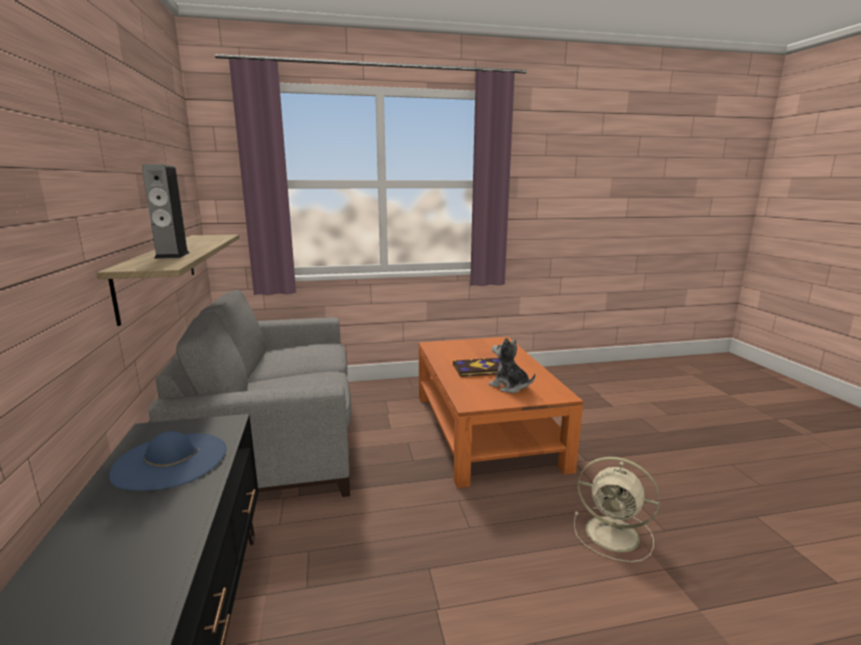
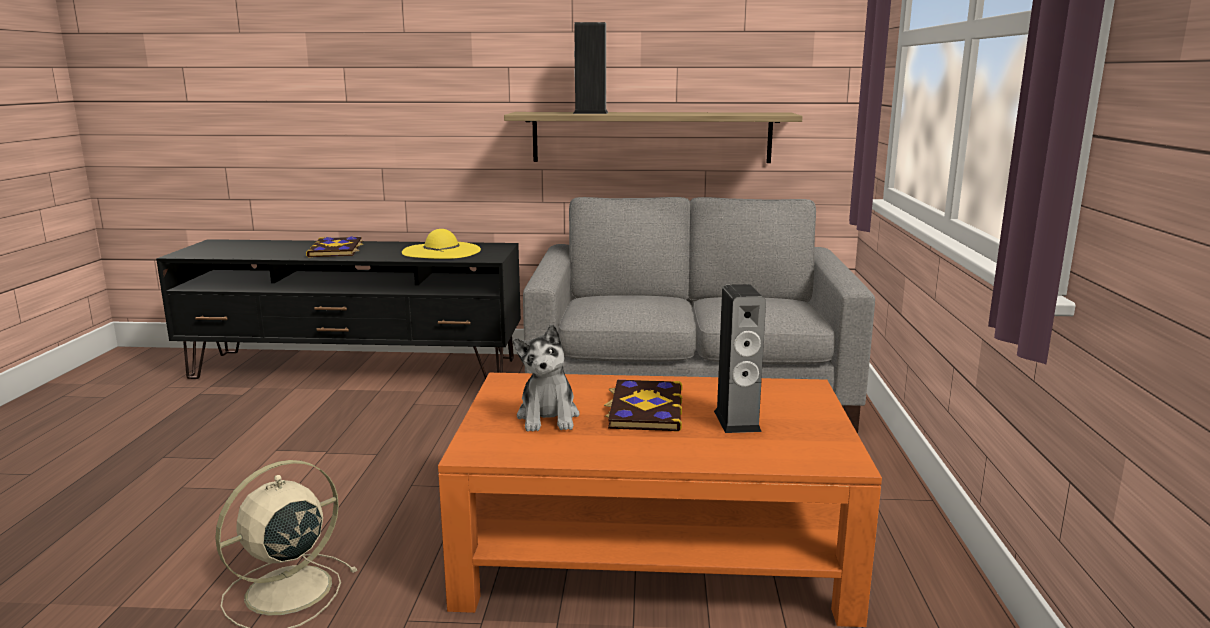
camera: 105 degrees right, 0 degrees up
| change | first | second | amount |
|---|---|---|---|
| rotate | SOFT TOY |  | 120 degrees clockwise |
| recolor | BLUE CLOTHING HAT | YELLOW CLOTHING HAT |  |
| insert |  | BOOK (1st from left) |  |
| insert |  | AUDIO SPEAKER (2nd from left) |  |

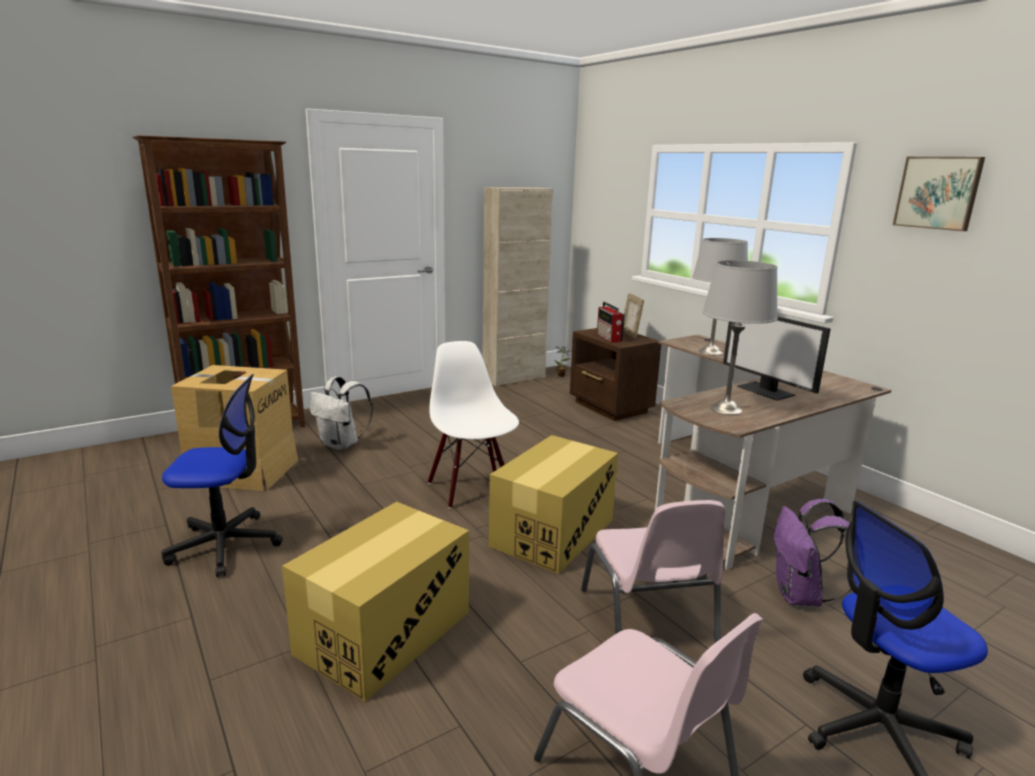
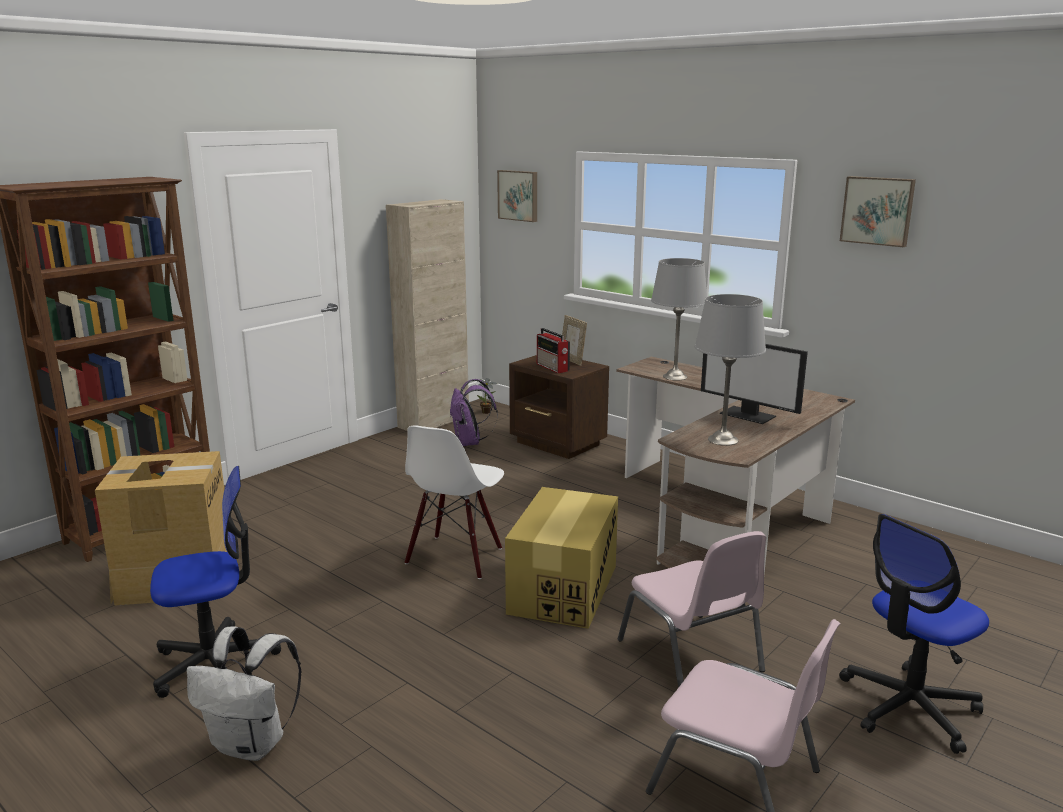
camera: 15 degrees left, 0 degrees up
| change | first | second | amount |
|---|---|---|---|
| rotate | WHITE UPRIGHT CHAIR |  | 120 degrees counterclockwise |
| move | WHITE BACKPACK |  |  |
| move | PURPLE BACKPACK |  |  |
| delete | CARDBOARD BOX (2nd from left) |  |  |
| insert |  | WALL ART (1st from left) |  |

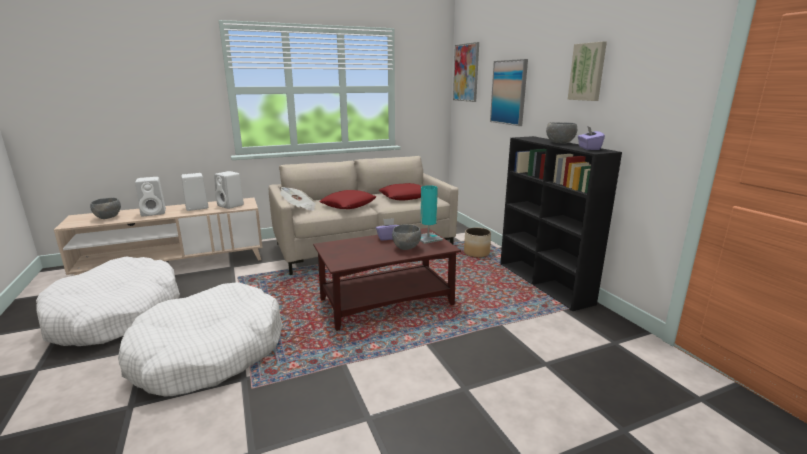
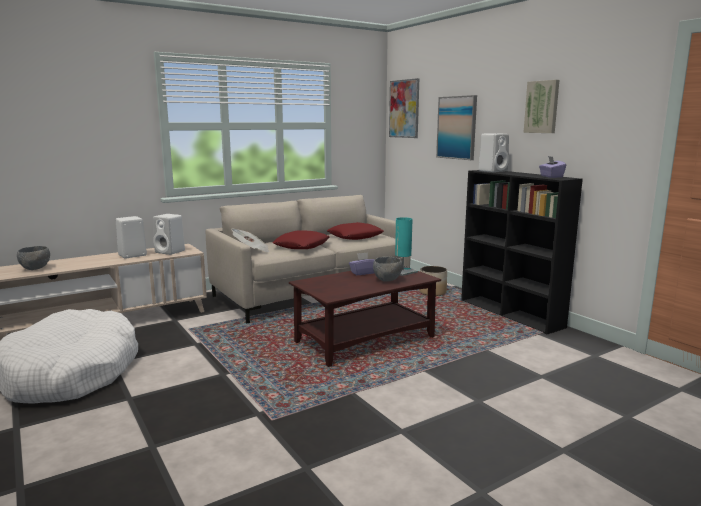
camera: 10 degrees left, 5 degrees down
| change | first | second | amount |
|---|---|---|---|
| delete | GRAY DEEP DISH (3rd from left) |  |  |
| move | WHITE AUDIO SPEAKER (1st from left in the first image) | WHITE AUDIO SPEAKER (3rd from left) |  |
| delete | WHITE PET BED (2nd from left) |  |  |

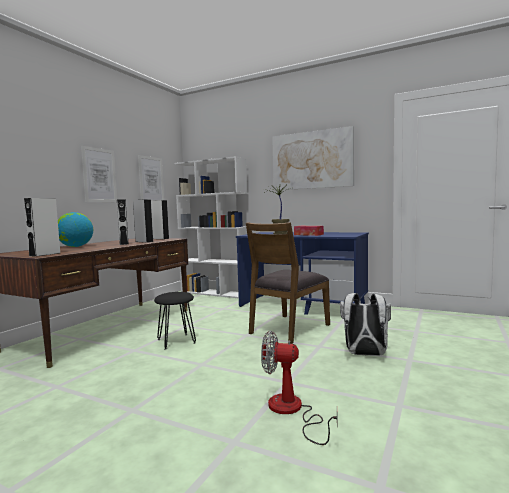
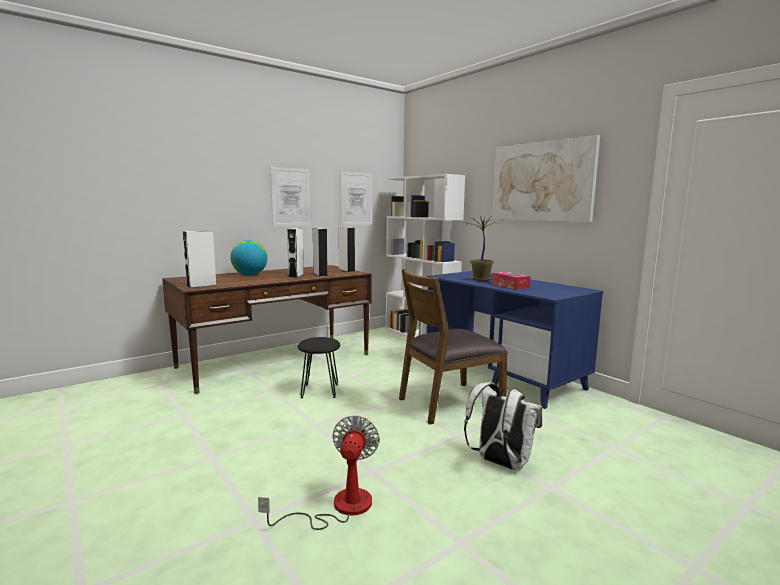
camera: 25 degrees right, 5 degrees up
| change | first | second | amount |
|---|---|---|---|
| rotate | FAN |  | 60 degrees clockwise |

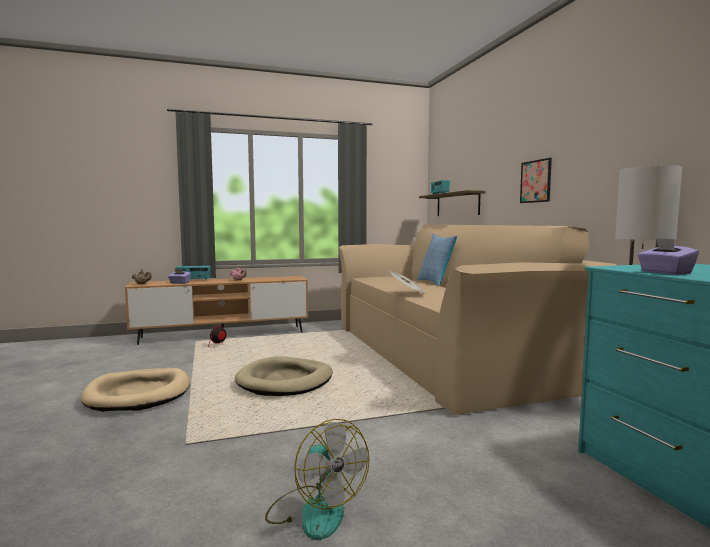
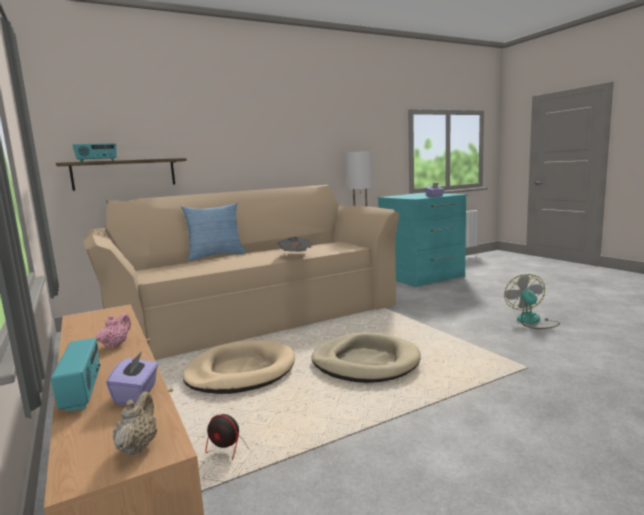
camera: 100 degrees left, 5 degrees up
| change | first | second | amount |
|---|---|---|---|
| delete | WALL ART |  |  |
| move | BEIGE-COLOURED PET BED (1st from left) |  |  |
| rotate | FAN (2nd from left) |  | 45 degrees counterclockwise |

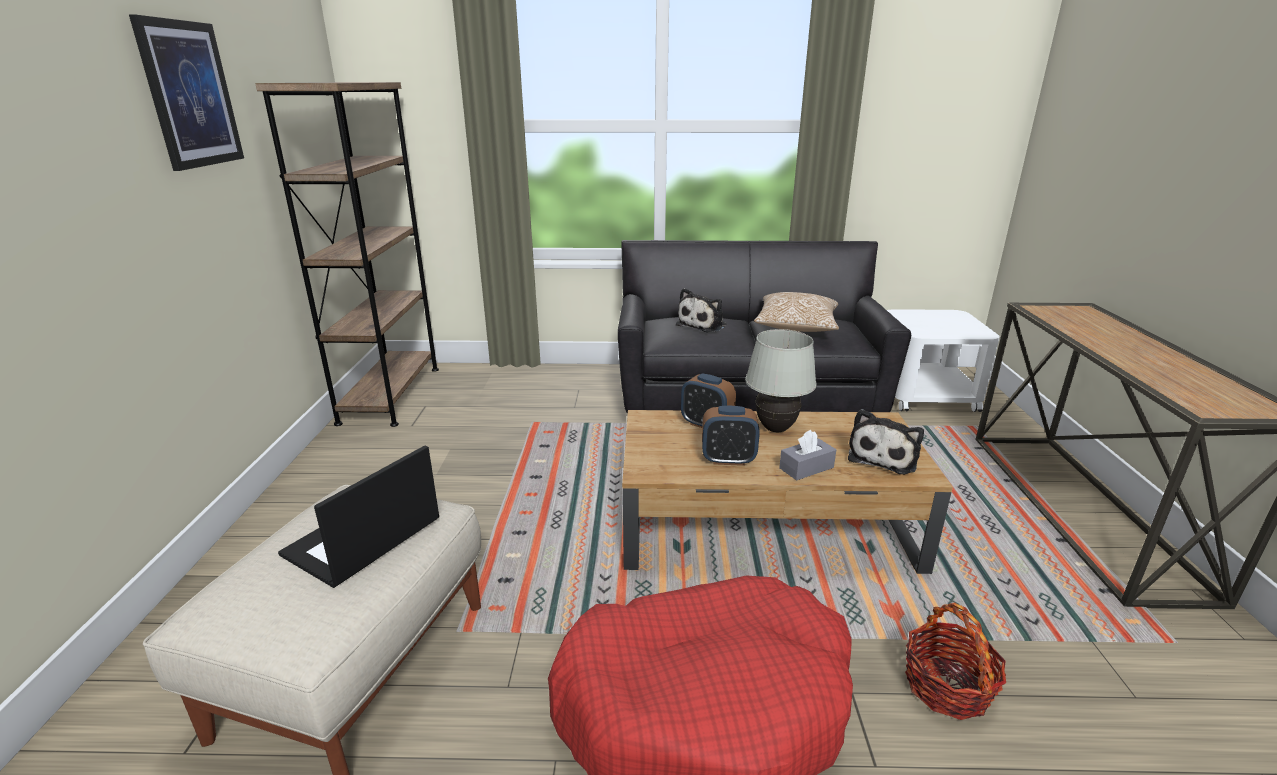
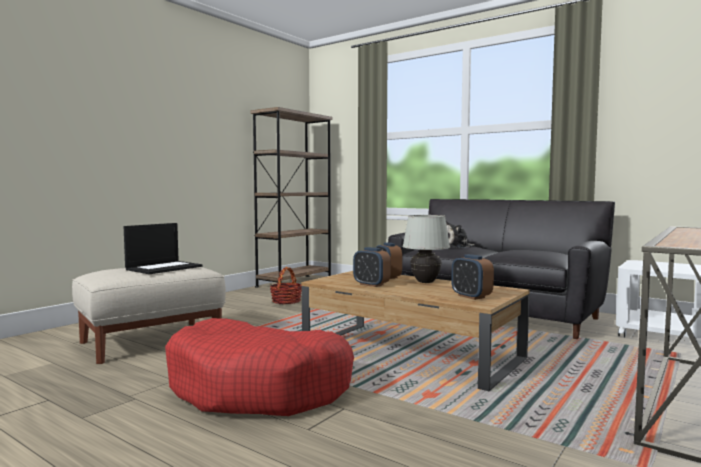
camera: 35 degrees right, 20 degrees down
| change | first | second | amount |
|---|---|---|---|
| delete | WALL ART |  |  |
| delete | THROW PILLOW |  |  |
| replace | SOFT TOY (2nd from left) | BEDSIDE CLOCK (3rd from left) |  |
| delete | GRAY TISSUE HOLDER |  |  |
| rotate | NOTEBOOK COMPUTER |  | 150 degrees clockwise |
| move | STORAGE BASKET |  |  |

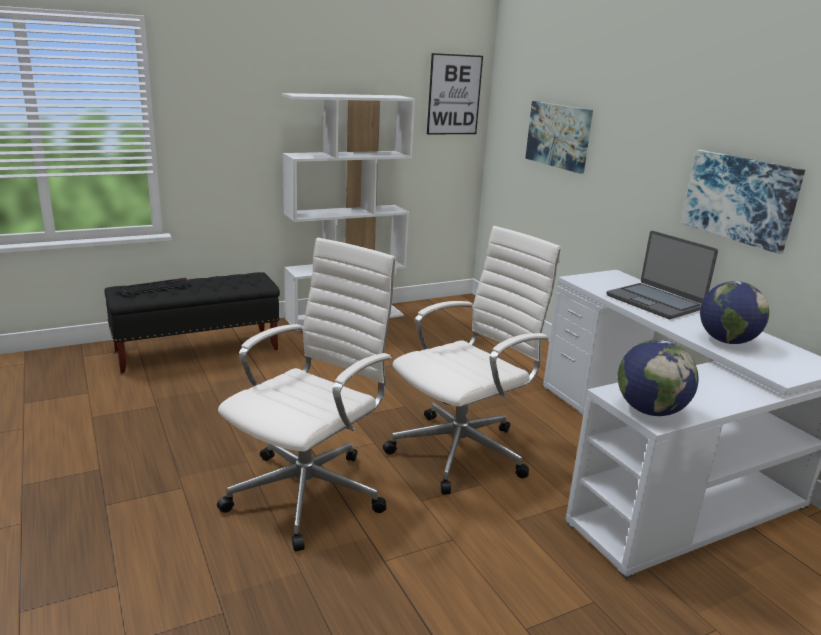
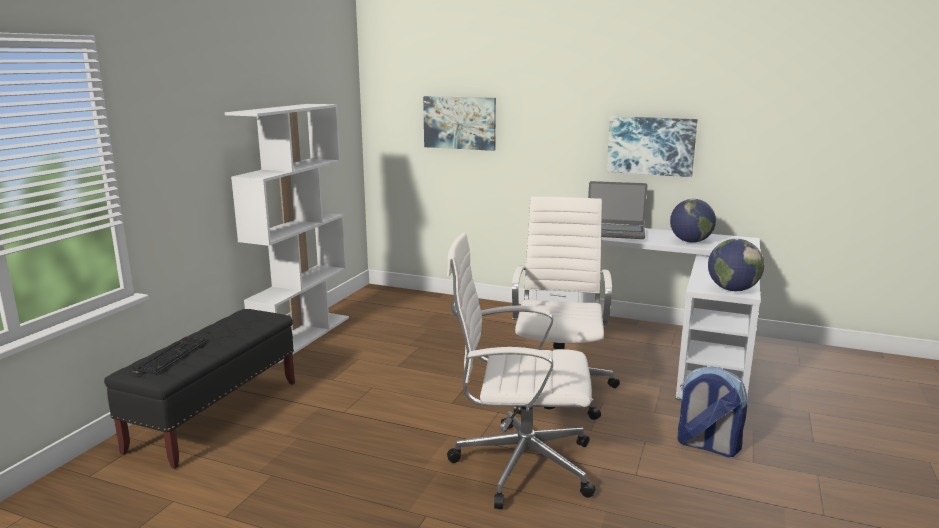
camera: 40 degrees left, 5 degrees down
| change | first | second | amount |
|---|---|---|---|
| delete | WALL ART (1st from left) |  |  |
| rotate | WHITE COMPUTER CHAIR (1st from left) |  | 75 degrees counterclockwise |
| insert |  | BACKPACK |  |

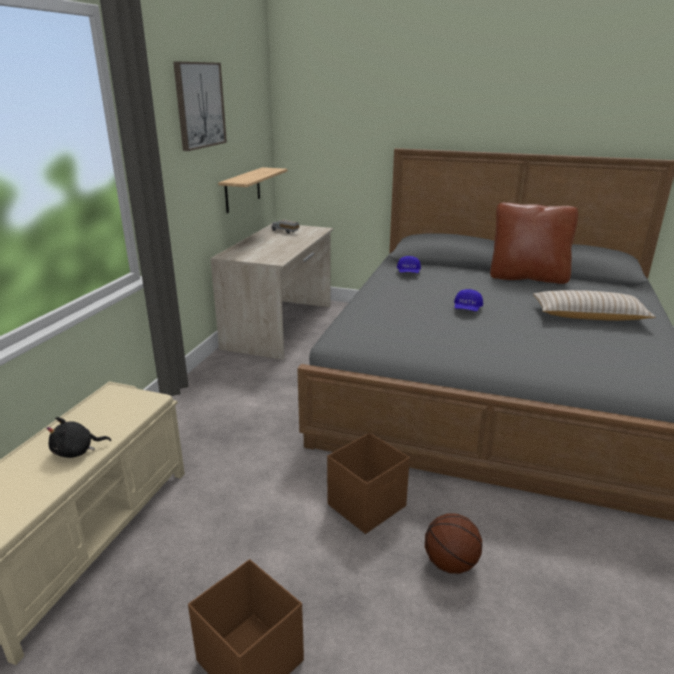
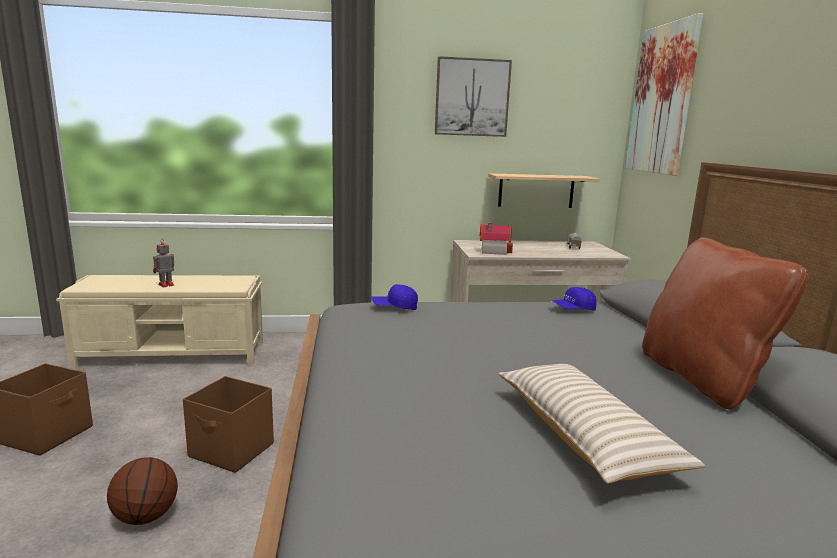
camera: 65 degrees right, 10 degrees down
| change | first | second | amount |
|---|---|---|---|
| move | BLUE CAP (2nd from left in the first image) | BLUE CAP (1st from left) |  |
| replace | BLACKISH SOFT TOY | MODEL ROBOT |  |
| insert |  | WALL ART (2nd from left) |  |
| insert |  | MODEL HOUSE |  |

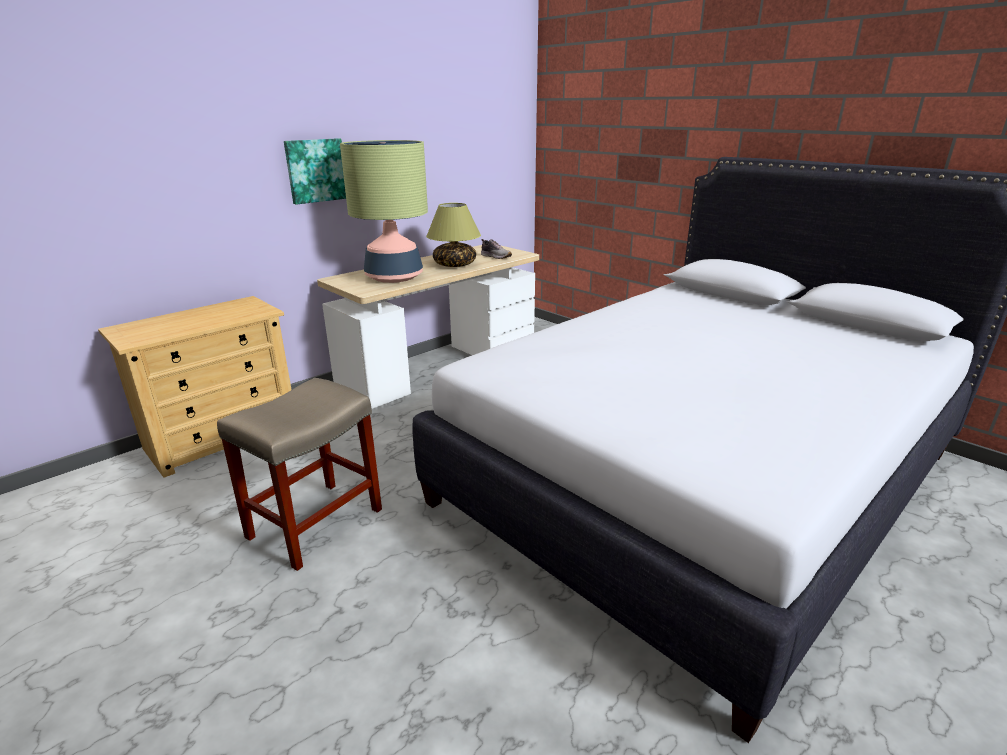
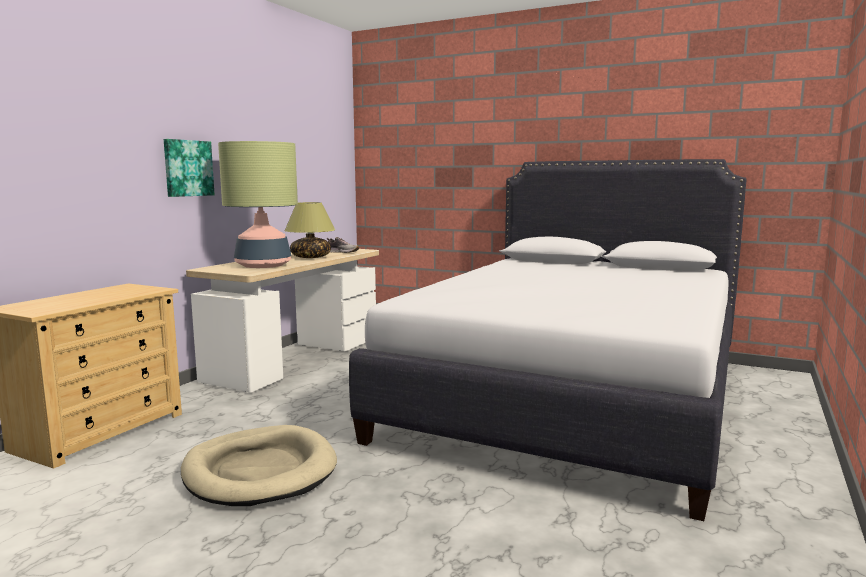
camera: 20 degrees left, 15 degrees down
| change | first | second | amount |
|---|---|---|---|
| replace | BEIGE-COLOURED STOOL | BEIGE-COLOURED PET BED |  |

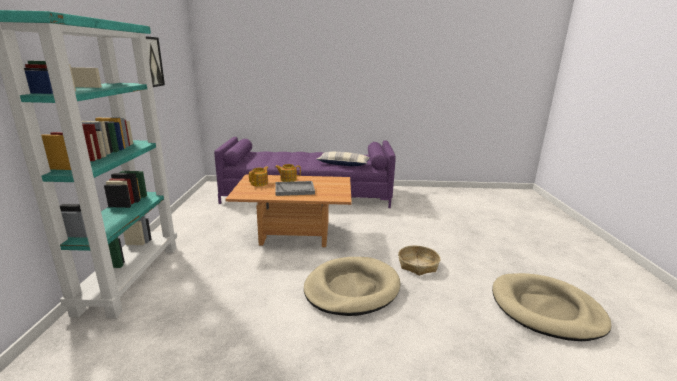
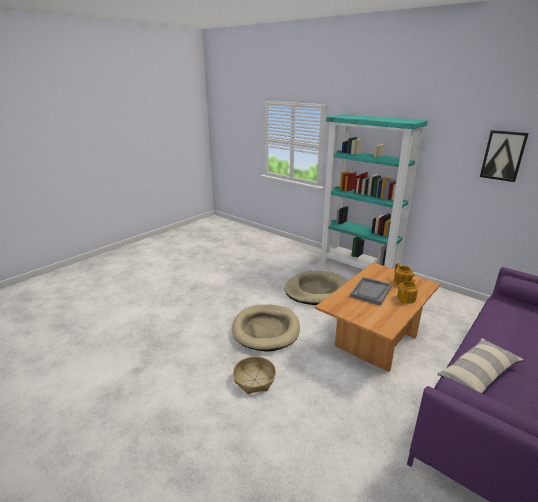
camera: 130 degrees right, 5 degrees up
| change | first | second | amount |
|---|---|---|---|
| move | BEIGE-COLOURED PET BED (2nd from left) |  |  |

